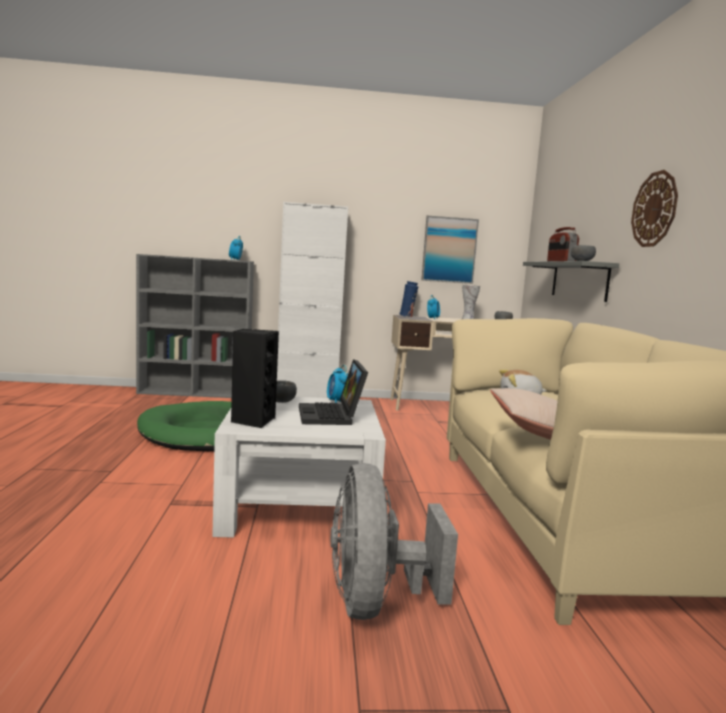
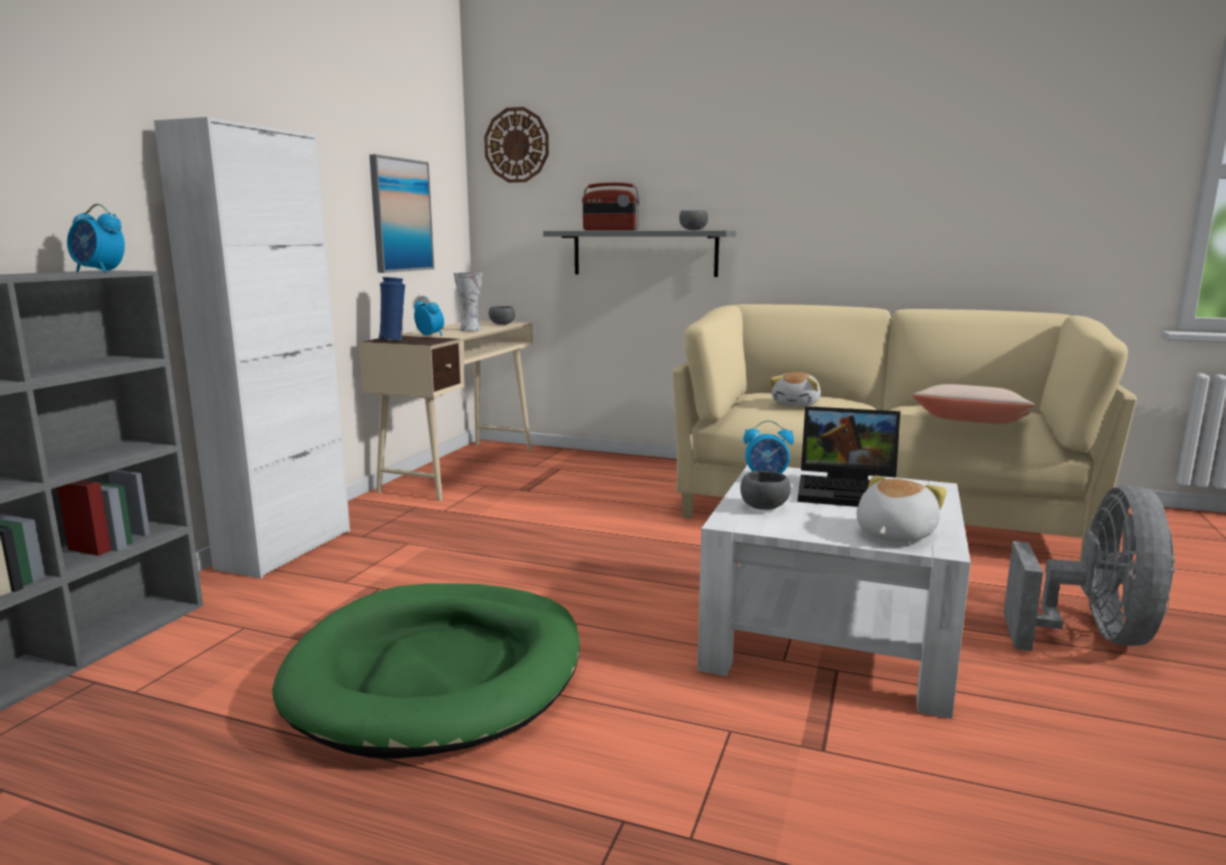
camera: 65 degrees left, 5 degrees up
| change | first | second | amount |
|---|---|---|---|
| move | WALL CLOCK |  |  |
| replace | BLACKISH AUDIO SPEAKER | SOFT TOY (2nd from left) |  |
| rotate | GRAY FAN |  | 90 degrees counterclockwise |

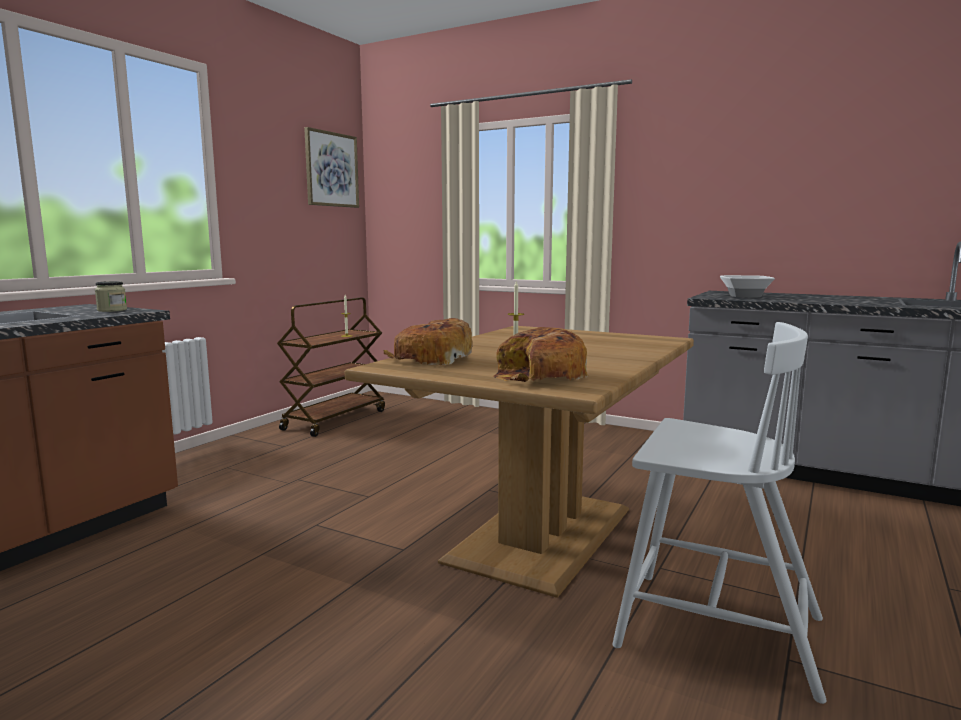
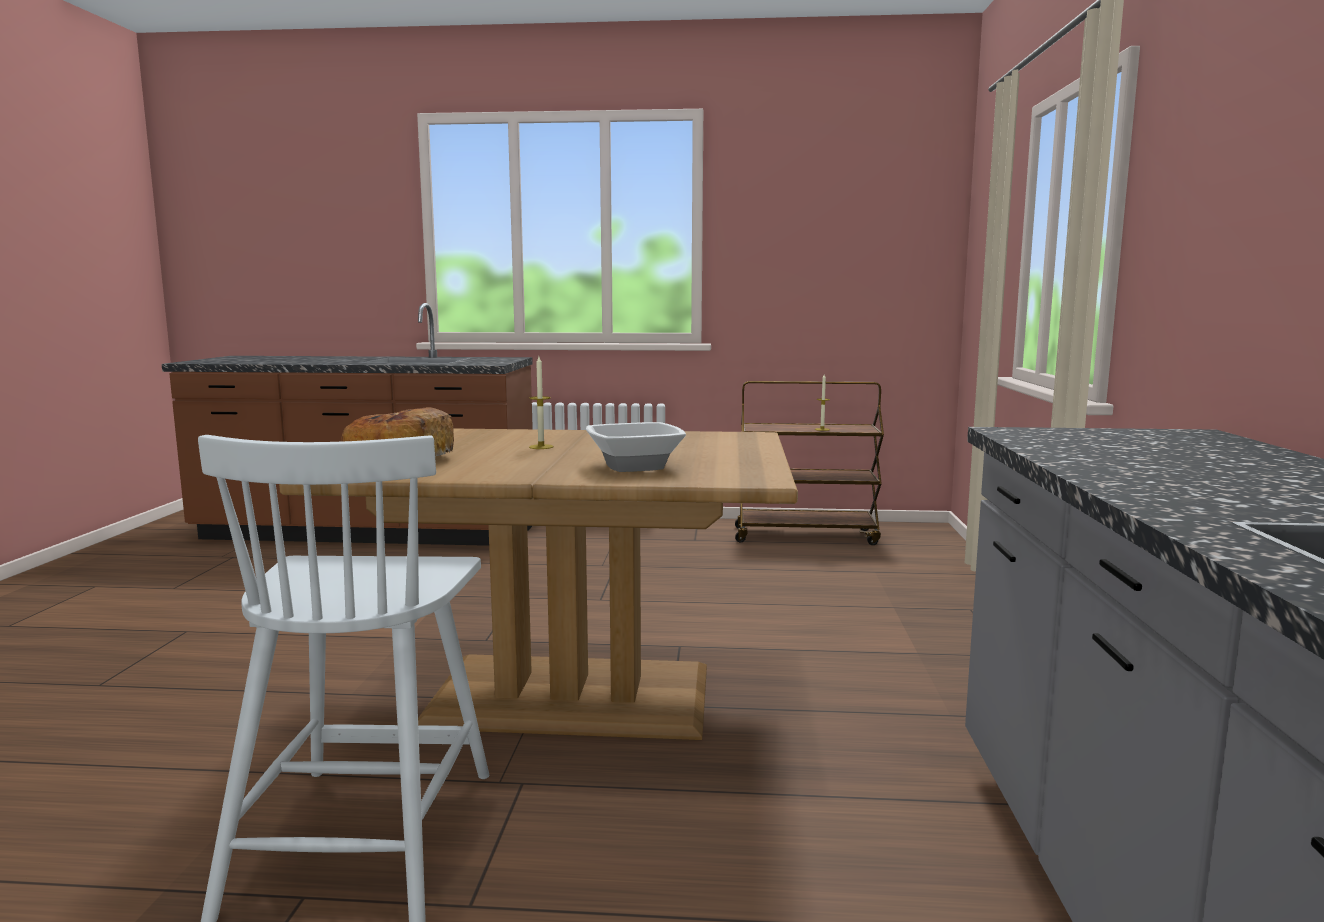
camera: 65 degrees right, 0 degrees up
| change | first | second | amount |
|---|---|---|---|
| delete | WALL ART |  |  |
| move | DEEP DISH |  |  |
| delete | STORAGE JAR |  |  |
| delete | BREAD (1st from left) |  |  |

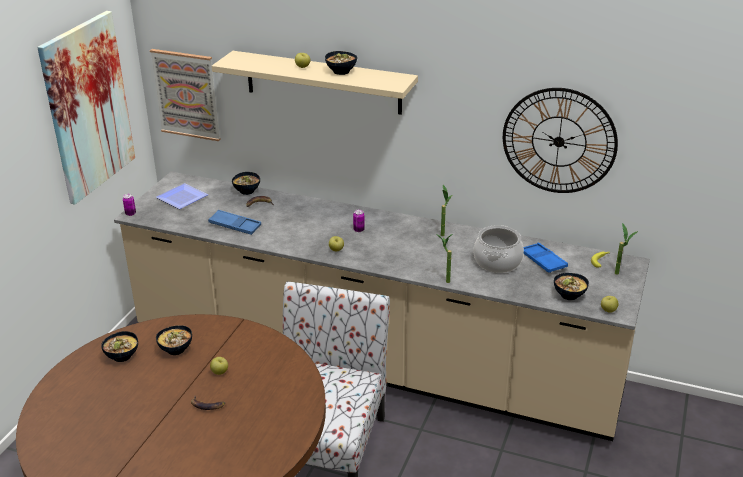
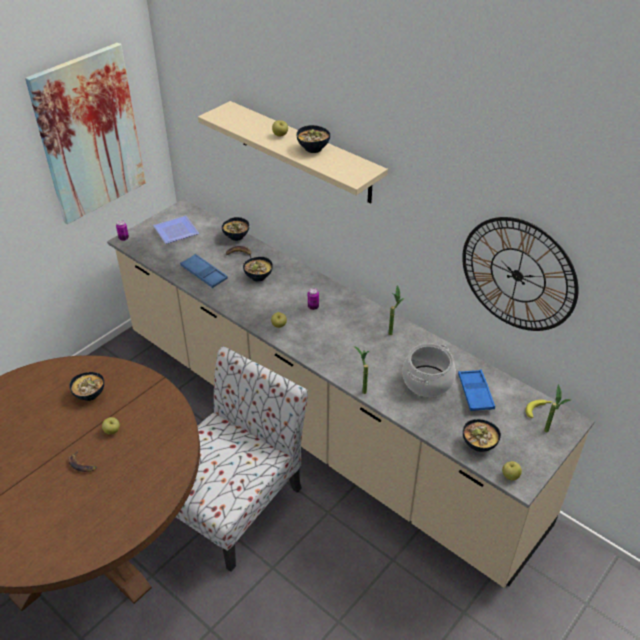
camera: 20 degrees right, 10 degrees up
| change | first | second | amount |
|---|---|---|---|
| delete | WALL ART (2nd from left) |  |  |
| move | DEEP DISH (1st from left in the first image) | DEEP DISH (3rd from left) |  |

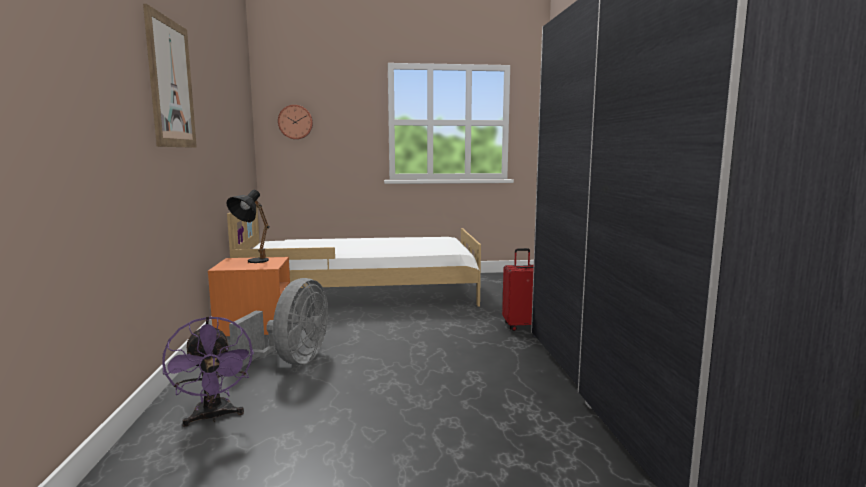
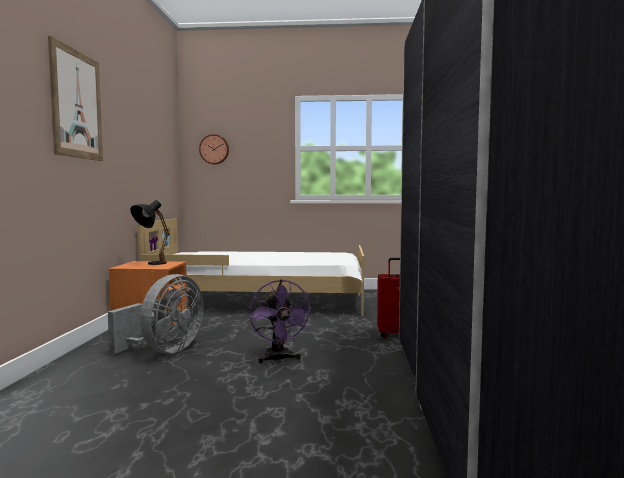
camera: 10 degrees right, 5 degrees down
| change | first | second | amount |
|---|---|---|---|
| move | PURPLE FAN |  |  |

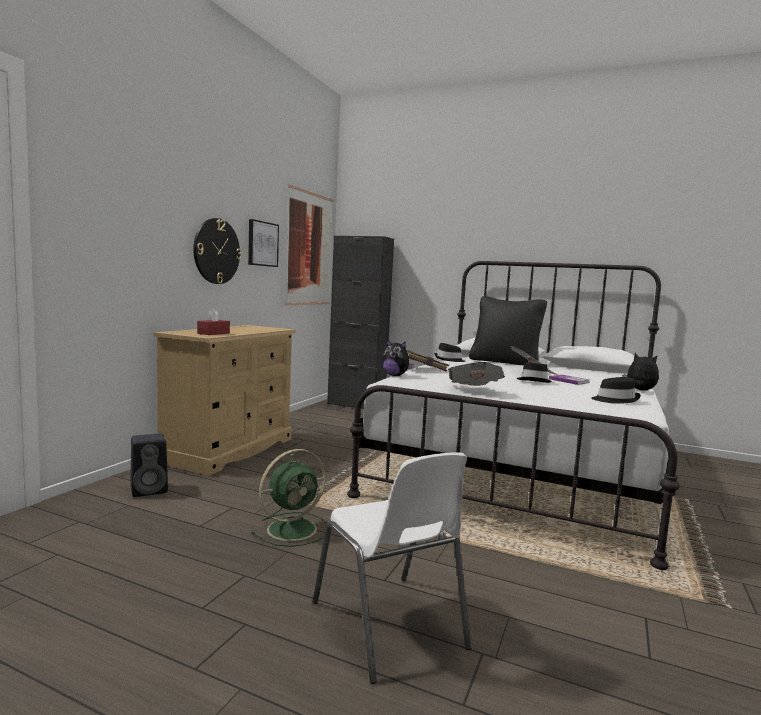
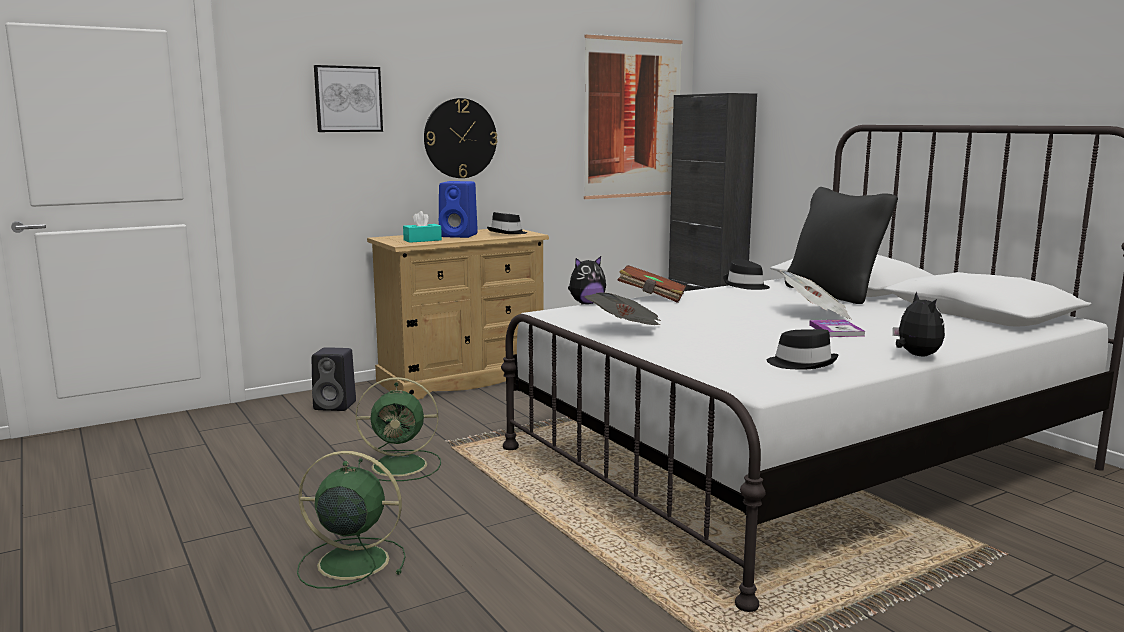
camera: 35 degrees right, 5 degrees up
| change | first | second | amount |
|---|---|---|---|
| move | WALL ART (1st from left) |  |  |
| recolor | RED TISSUE HOLDER | BLUE-GREEN TISSUE HOLDER |  |
| rotate | SOFT TOY (1st from left) |  | 90 degrees counterclockwise |
| move | BLACKISH CLOTHING HAT (2nd from left in the first image) | BLACKISH CLOTHING HAT (1st from left) |  |
| replace | WHITE UPRIGHT CHAIR | GREEN-COLOURED FAN (1st from left) |  |
| insert |  | BLUE AUDIO SPEAKER |  |

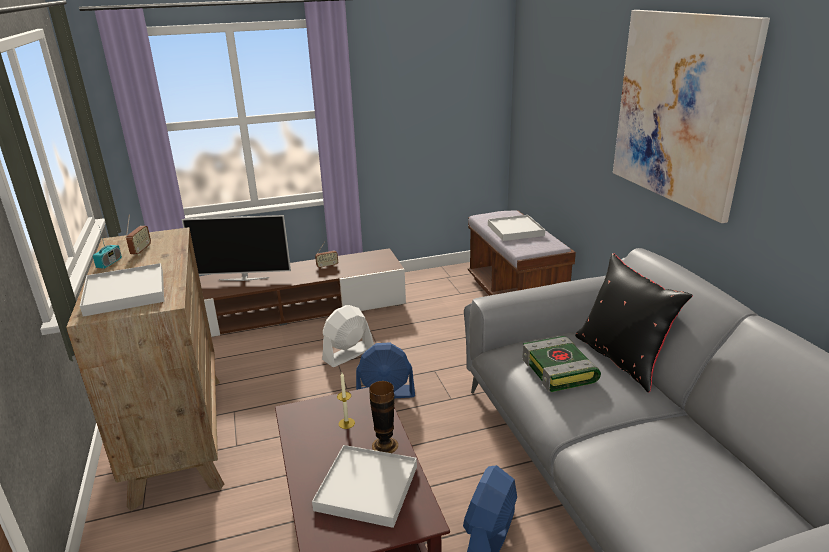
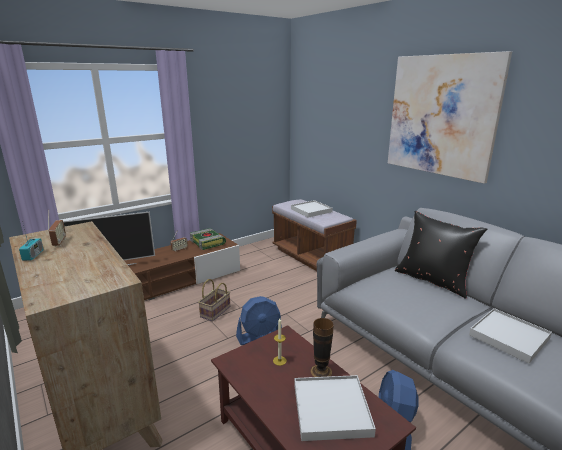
camera: 20 degrees left, 5 degrees down
| change | first | second | amount |
|---|---|---|---|
| move | WHITE SERVING TRAY (1st from left in the first image) | WHITE SERVING TRAY (3rd from left) |  |
| replace | WHITE FAN | STORAGE BASKET |  |
| move | BOOK |  |  |

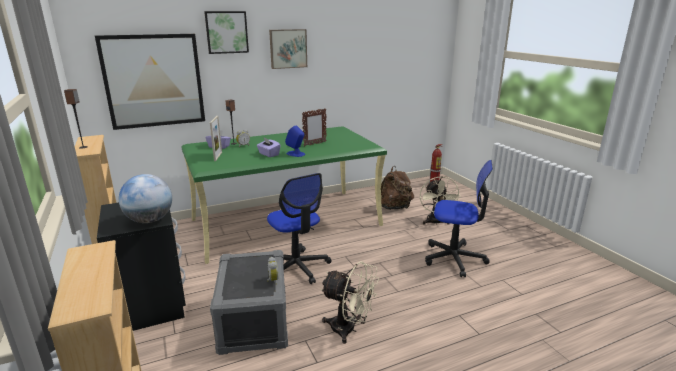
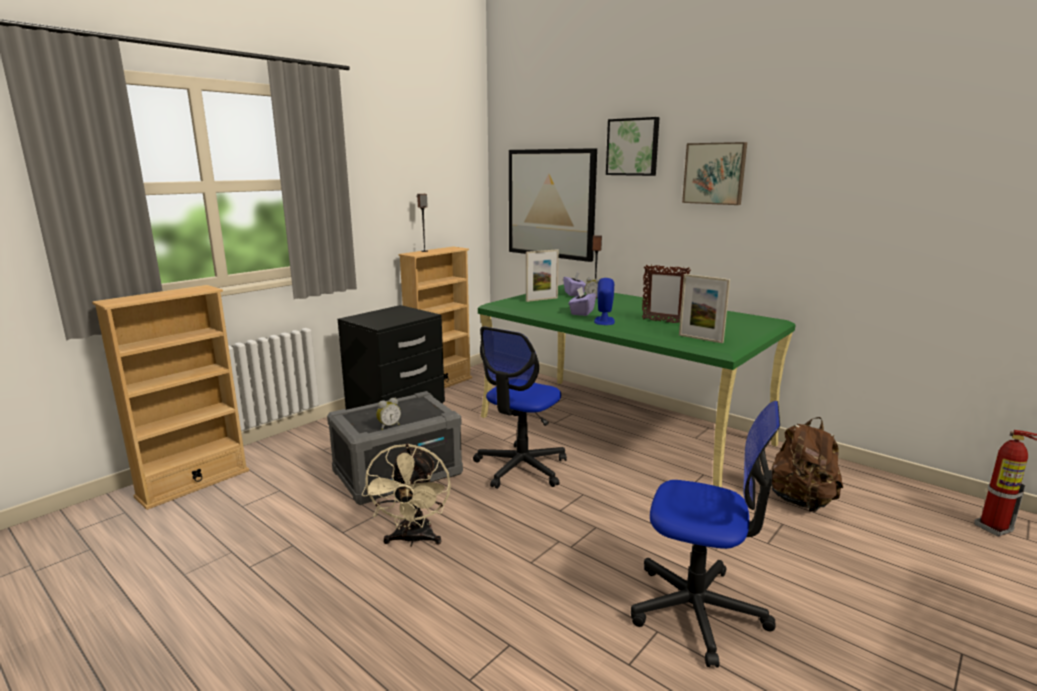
camera: 65 degrees right, 5 degrees down
| change | first | second | amount |
|---|---|---|---|
| rotate | COMPUTER CHAIR (2nd from left) |  | 60 degrees counterclockwise |
| delete | GLOBE |  |  |
| delete | BEIGE-COLOURED FAN (2nd from left) |  |  |
| insert |  | STANDING FRAME (3rd from left) |  |

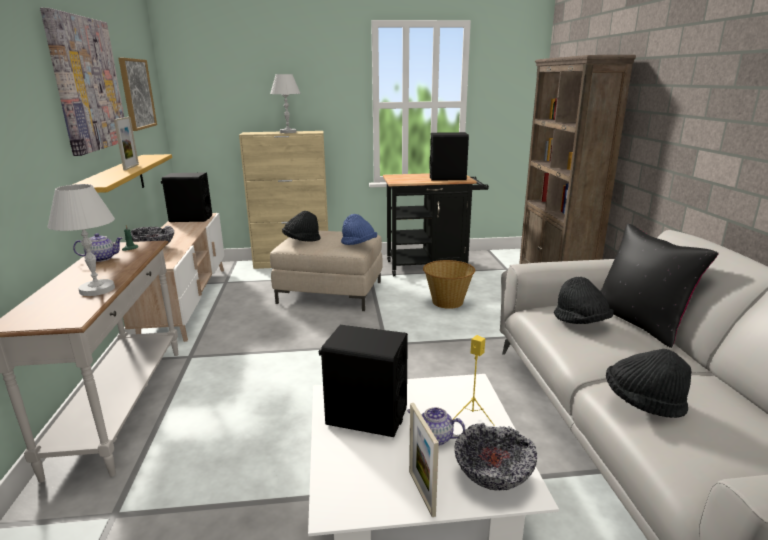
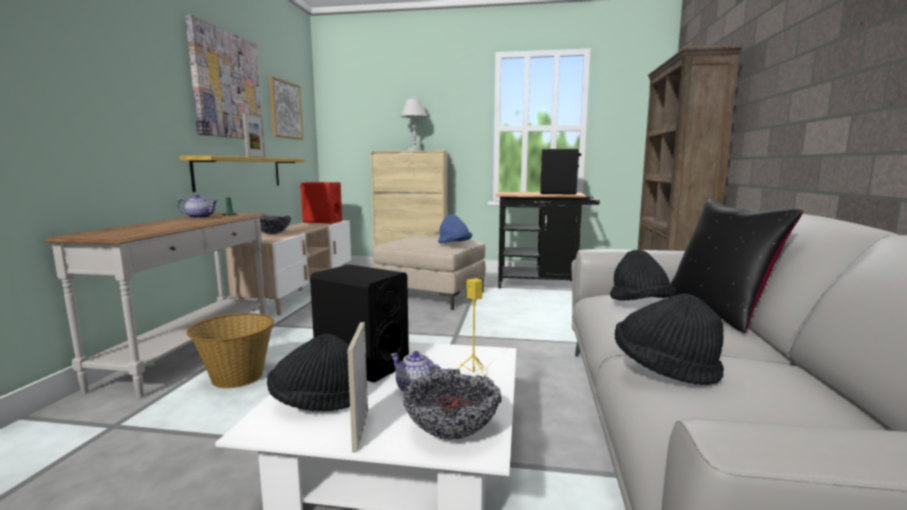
camera: 15 degrees right, 10 degrees down
| change | first | second | amount |
|---|---|---|---|
| recolor | BLACKISH AUDIO SPEAKER (1st from left) | RED AUDIO SPEAKER |  |
| delete | WHITE TABLE LAMP (1st from left) |  |  |
| move | BLACKISH CLOTHING HAT (1st from left) |  |  |
| move | STORAGE BASKET |  |  |

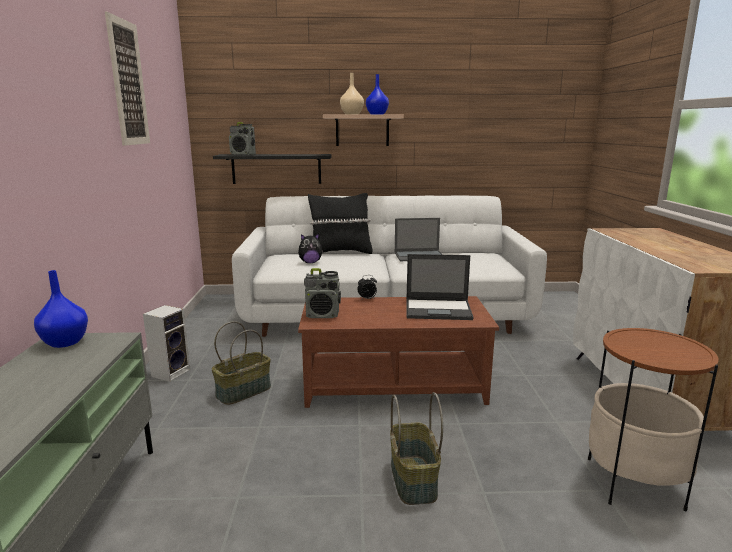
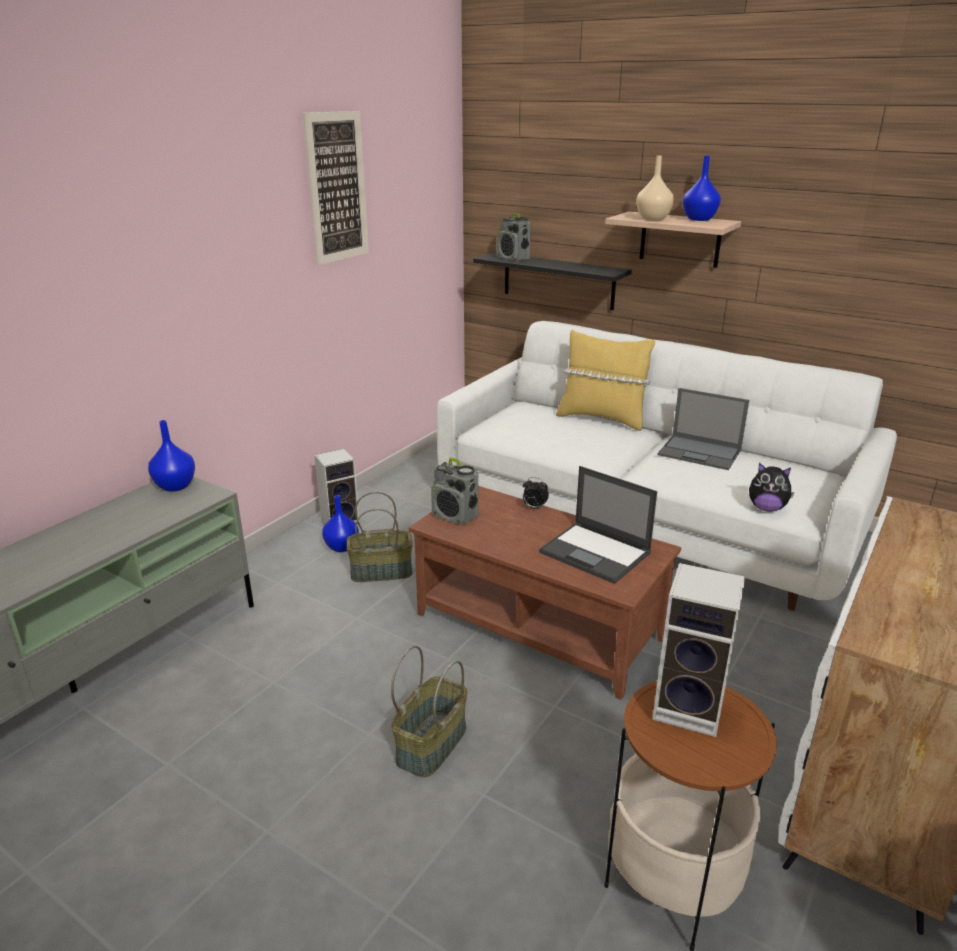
camera: 35 degrees right, 10 degrees up
| change | first | second | amount |
|---|---|---|---|
| recolor | BLACKISH THROW PILLOW | YELLOW THROW PILLOW |  |
| move | SOFT TOY |  |  |
| insert |  | BLUE VASE (2nd from left) |  |
| insert |  | AUDIO SPEAKER (2nd from left) |  |

